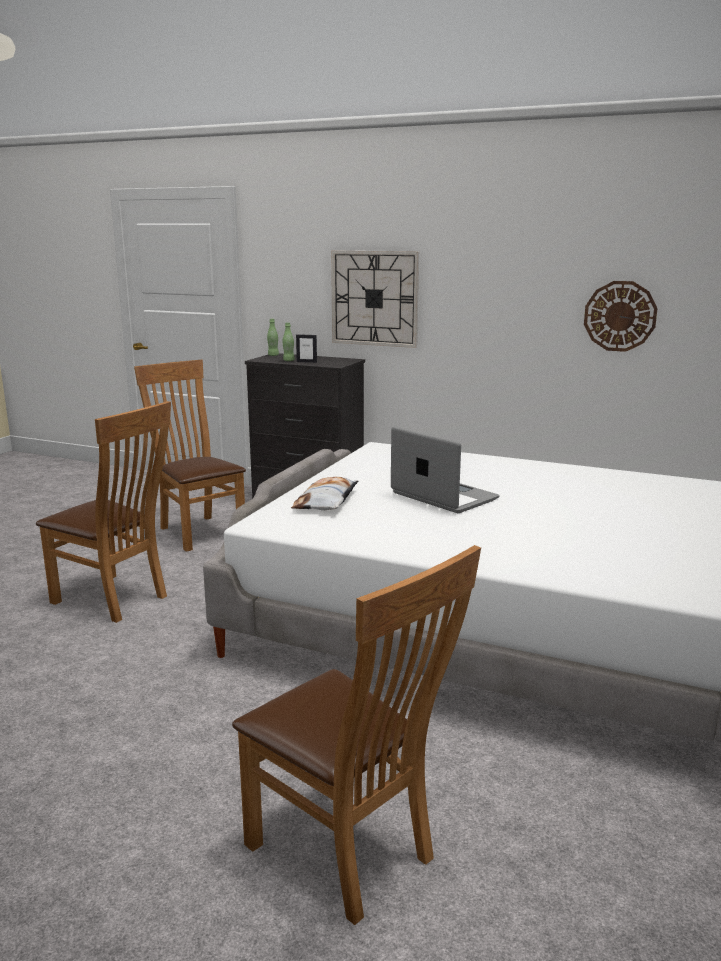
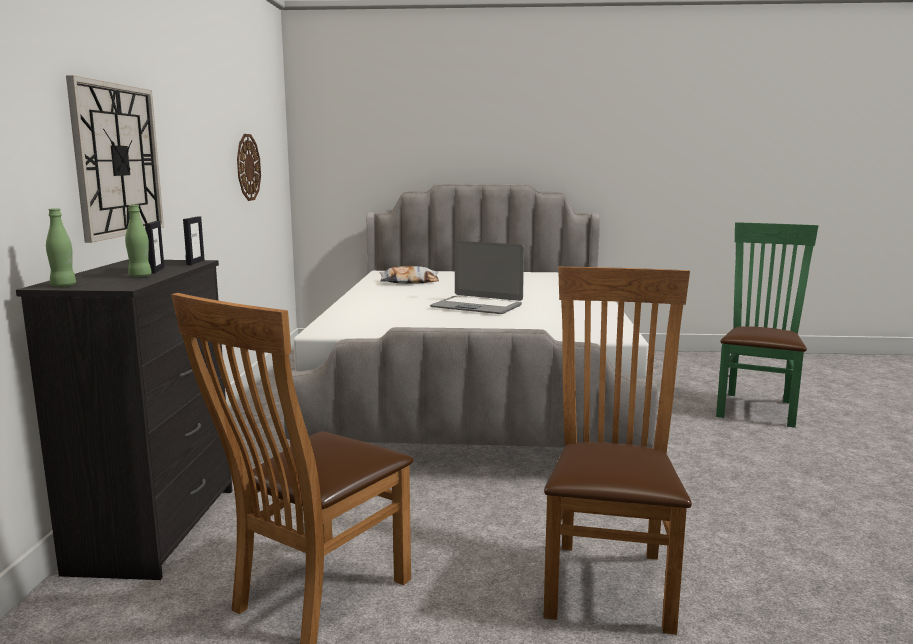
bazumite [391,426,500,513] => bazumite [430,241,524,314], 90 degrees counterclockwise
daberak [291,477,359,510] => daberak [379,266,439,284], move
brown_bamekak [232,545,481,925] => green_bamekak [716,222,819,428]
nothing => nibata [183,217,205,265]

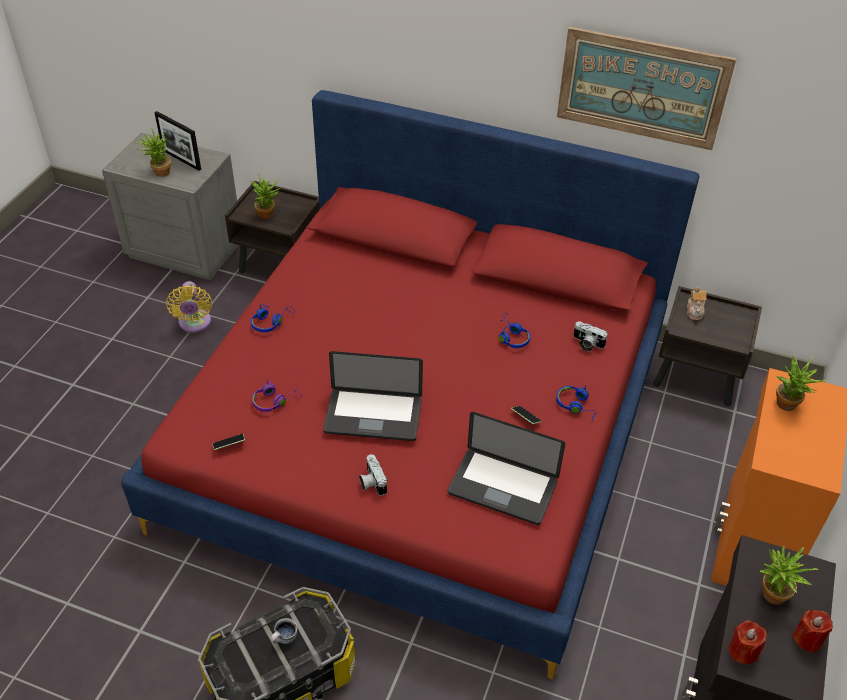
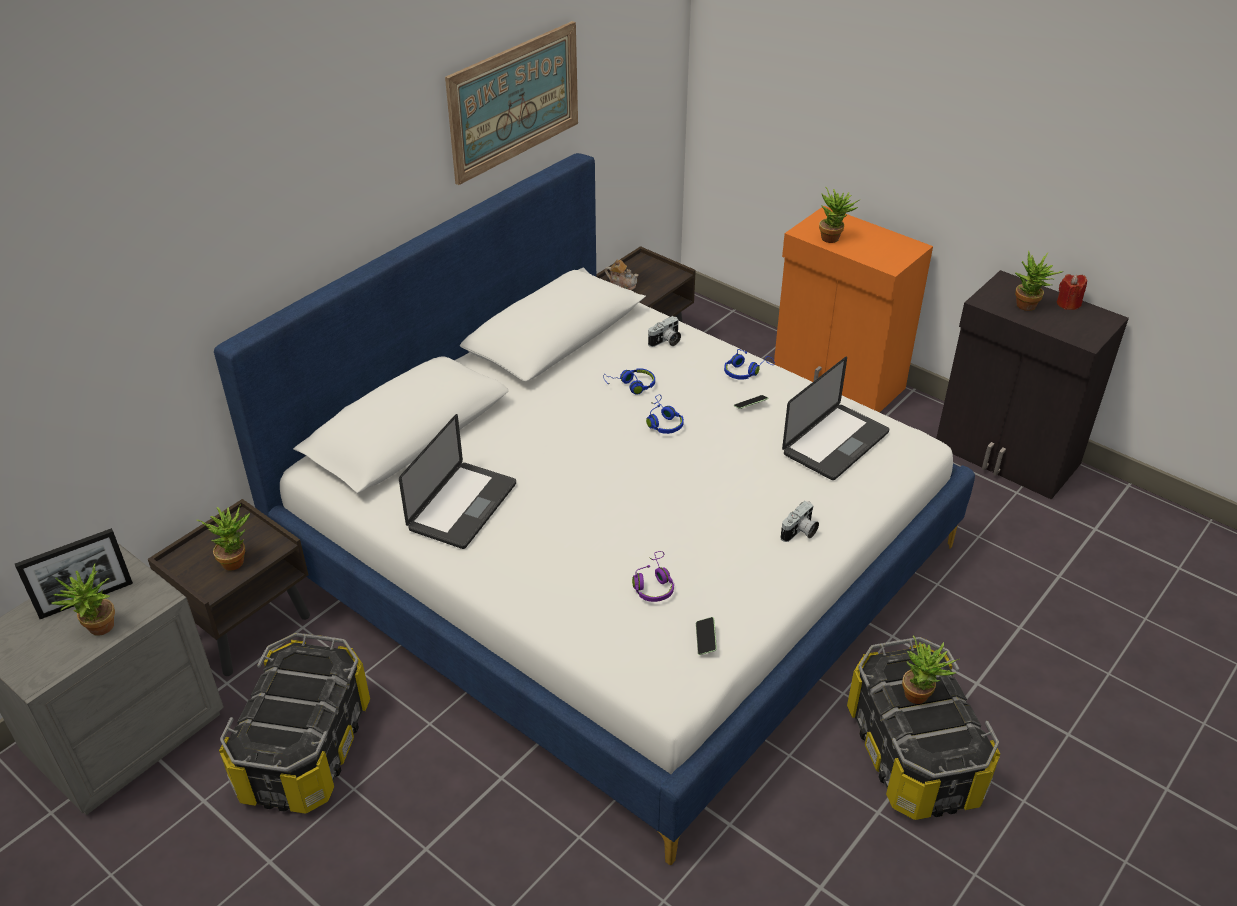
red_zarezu [121,90,700,680] => white_zarezu [214,153,975,865]
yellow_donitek [166,281,212,333] => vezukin [219,633,370,813]
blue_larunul [251,304,295,332] => blue_larunul [646,394,684,434], move
bazumite [323,351,423,441] => bazumite [399,414,516,549], move
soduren [359,454,387,496] => soduren [781,501,819,542], 45 degrees counterclockwise
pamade [270,618,297,644] => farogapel [902,636,959,704]
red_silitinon [729,620,767,665] => nothing

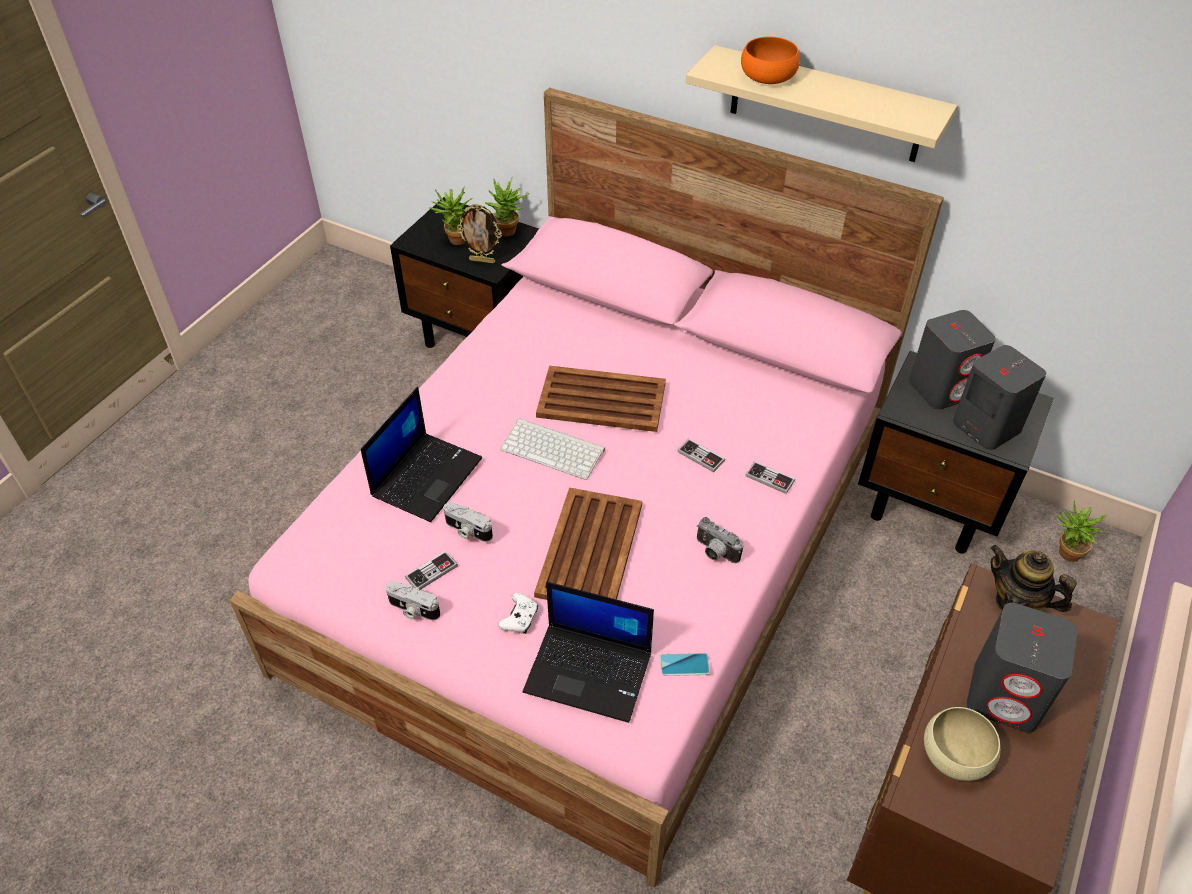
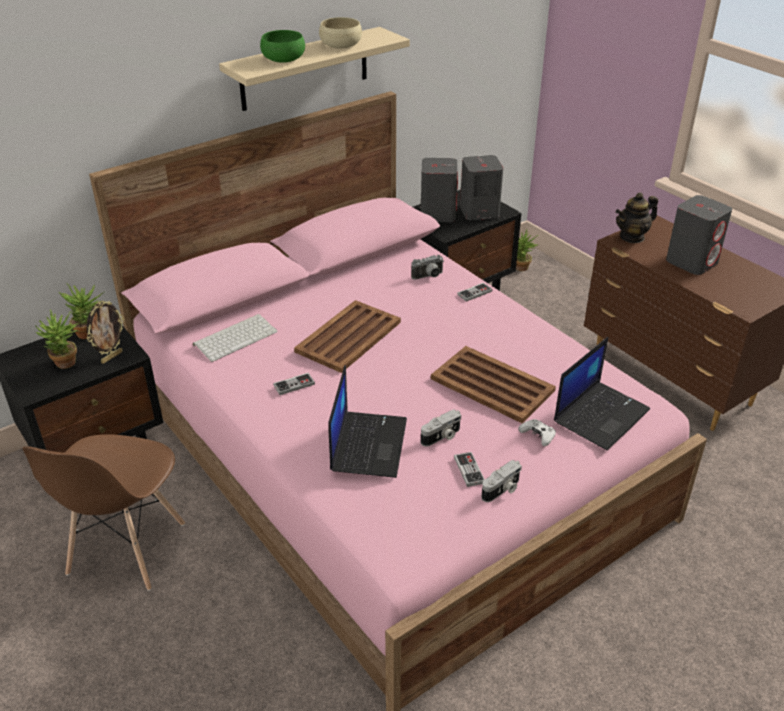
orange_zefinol [741,37,800,84] => green_zefinol [260,30,305,63]
bazumite [361,387,482,522] => bazumite [328,365,407,478], 45 degrees clockwise
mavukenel [500,418,605,480] => mavukenel [193,314,278,362], move
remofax [678,439,725,472] => remofax [273,373,315,395], move
soduren [697,517,744,563] => soduren [411,255,444,279], move
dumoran [659,653,710,676] => nothing
beige_zefinol [924,707,1001,781] => beige_zefinol [319,17,362,49], move
nothing => brown_bamekak [22,434,185,591]

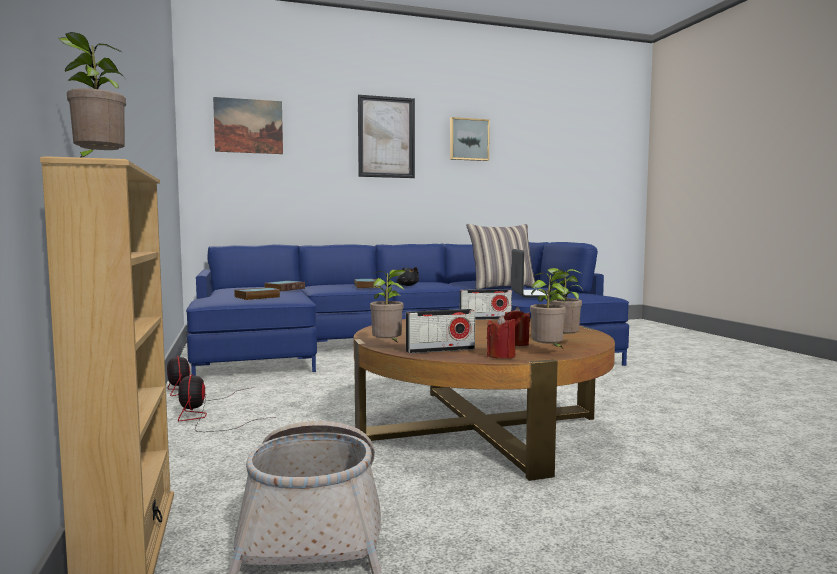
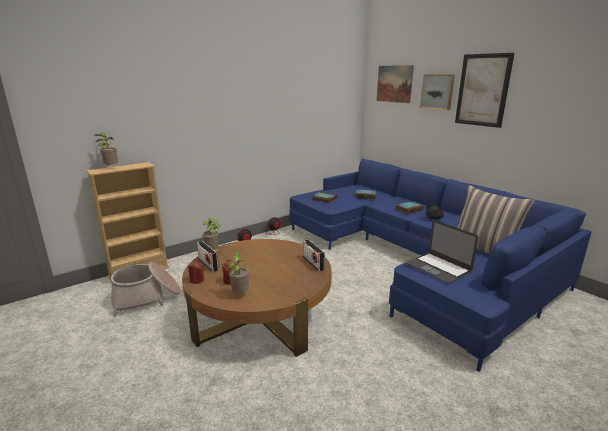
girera [450,117,490,161] => girera [420,74,455,110], move
bazumite [511,249,568,298] => bazumite [406,220,478,283], 75 degrees clockwise
farogapel [530,272,570,350] => nothing

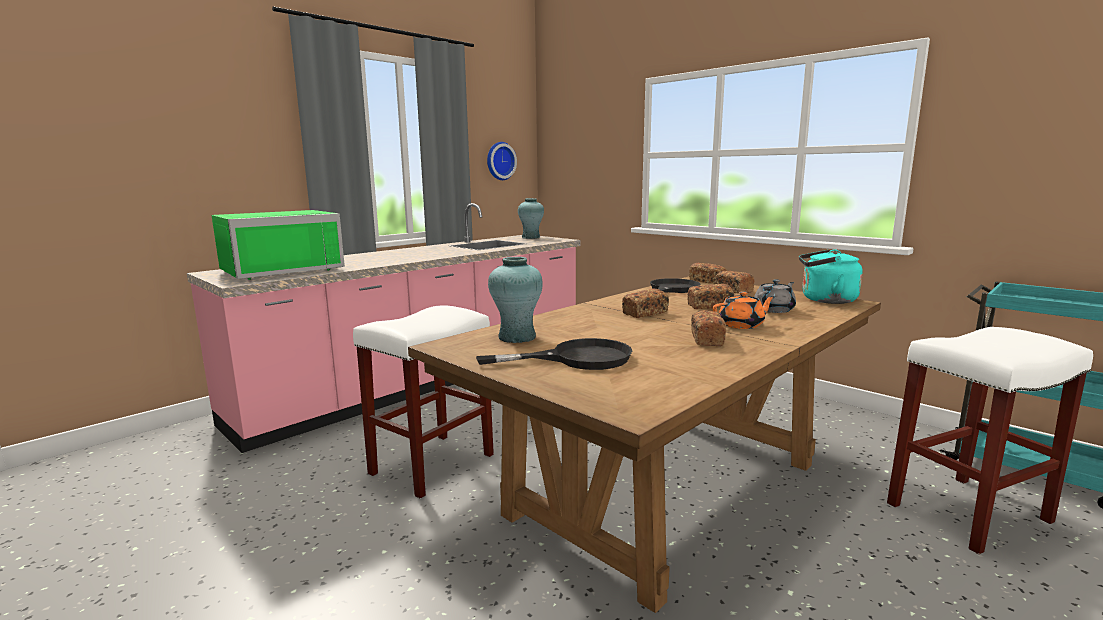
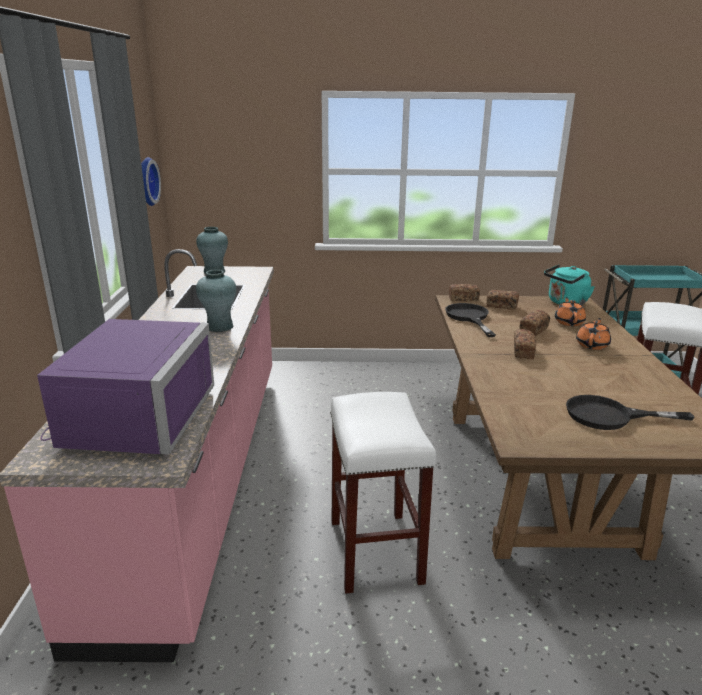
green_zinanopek [212,210,345,280] => purple_zinanopek [37,319,214,455]
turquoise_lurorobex [488,257,543,343] => turquoise_lurorobex [196,269,236,332], move
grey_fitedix [754,279,796,313] => orange_fitedix [555,297,586,326]
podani [691,310,726,346] => nothing
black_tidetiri [476,338,633,370] => black_tidetiri [566,395,695,430], 120 degrees counterclockwise

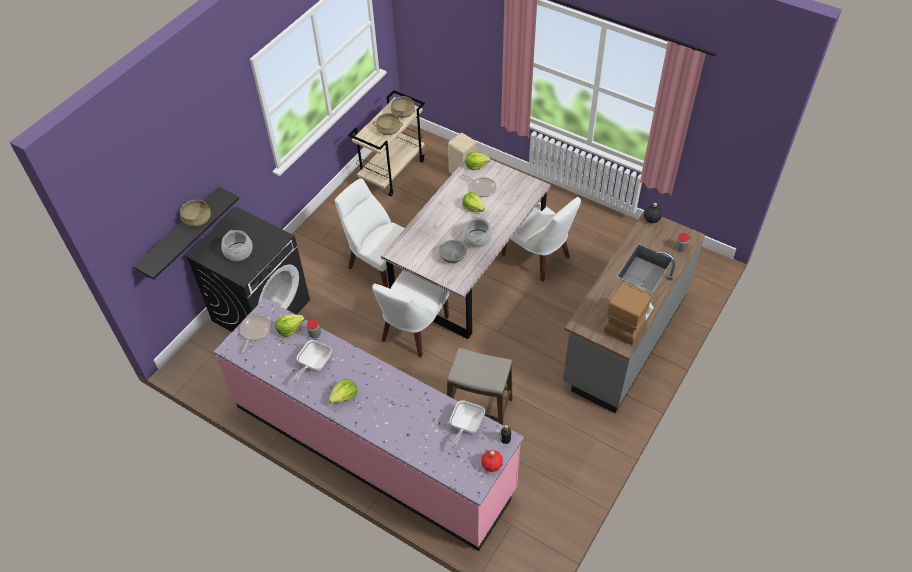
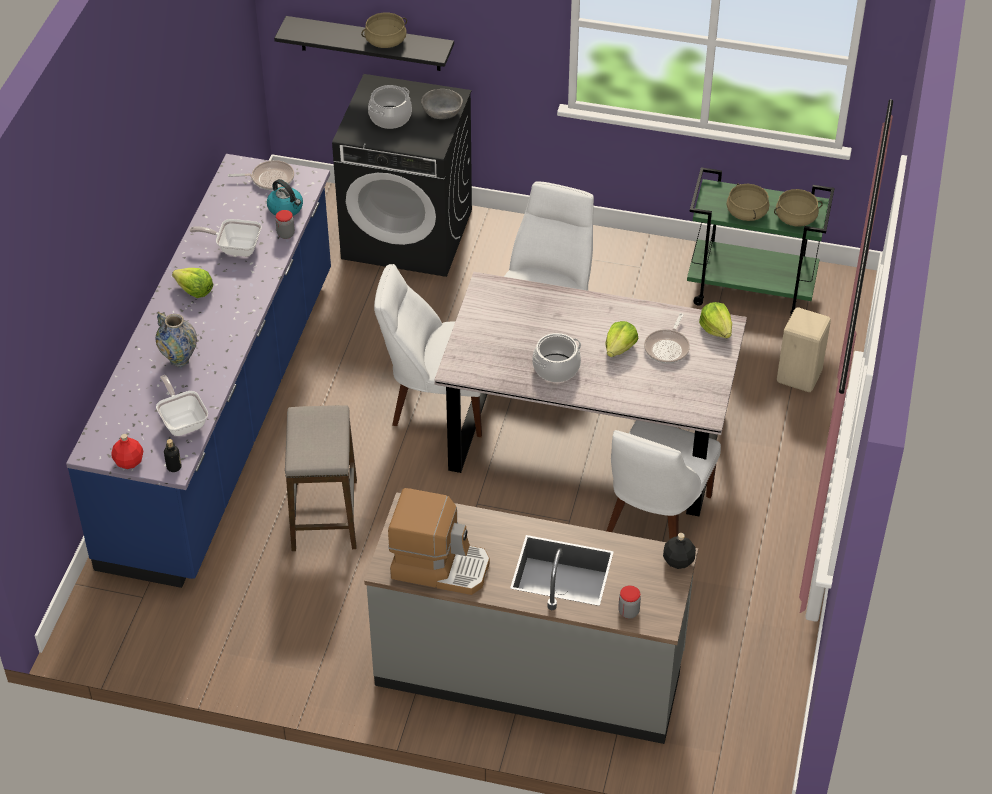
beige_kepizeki [348,90,425,196] => green_kepizeki [687,167,835,317]
grey_zefinol [439,240,467,263] => grey_zefinol [421,89,463,119], move
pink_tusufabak [214,298,524,551] => blue_tusufabak [66,154,331,588]
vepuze [275,314,304,337] => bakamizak [267,179,303,216]
tidetiri [450,400,485,449] => tidetiri [156,375,208,436], 60 degrees clockwise
nothing => lurorobex [156,312,197,367]

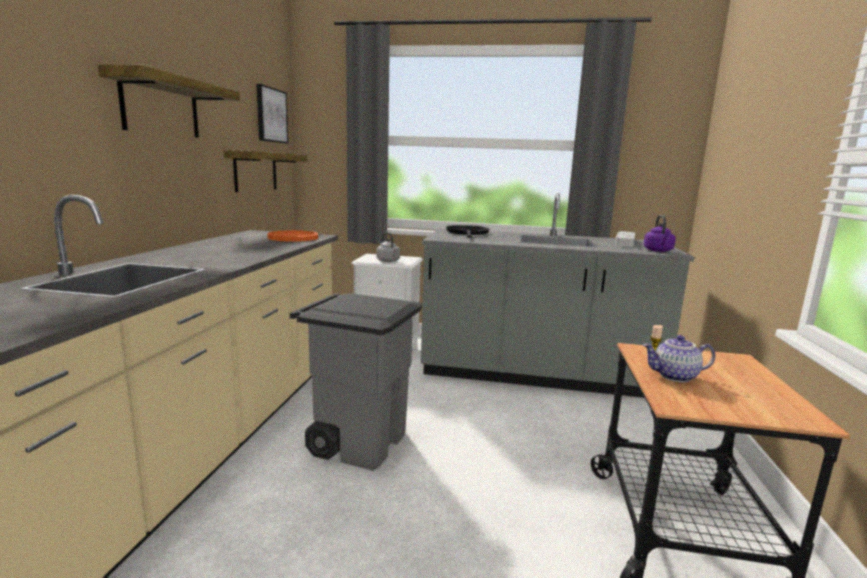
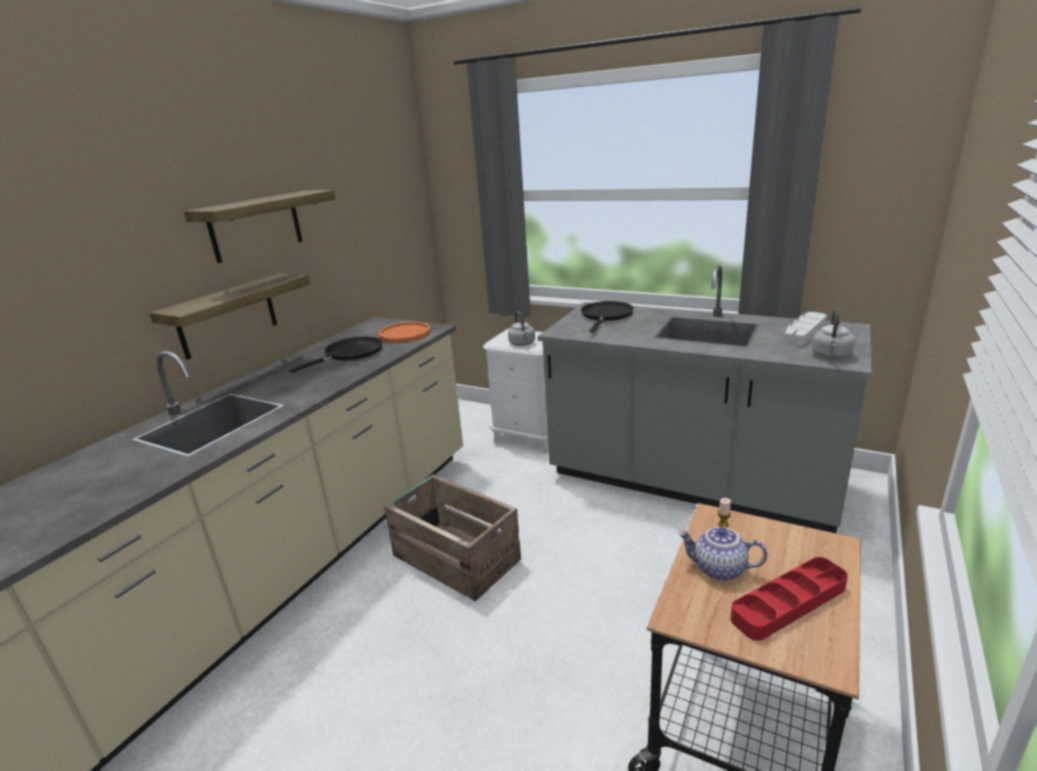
girera [256,84,288,143] => nothing
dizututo [224,150,307,192] => dizututo [149,273,310,360], move
purple_bakamizak [644,215,676,252] => grey_bakamizak [812,309,856,359]
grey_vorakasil [290,293,422,471] => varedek [384,474,521,601]
nothing => black_tidetiri [289,336,383,373]
nothing => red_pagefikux [731,557,848,641]

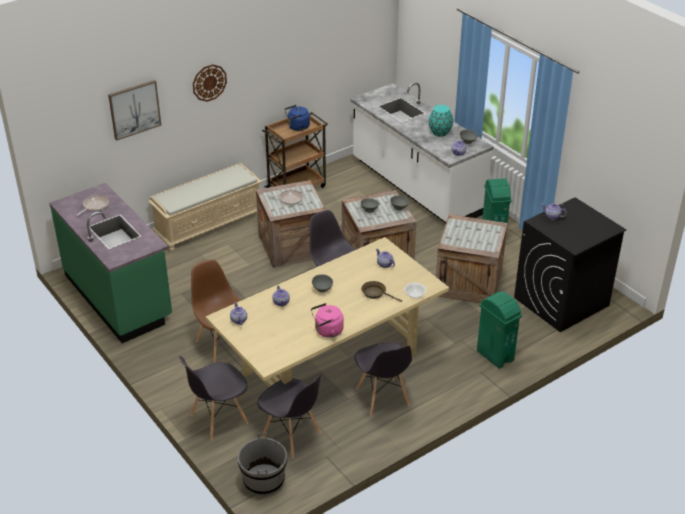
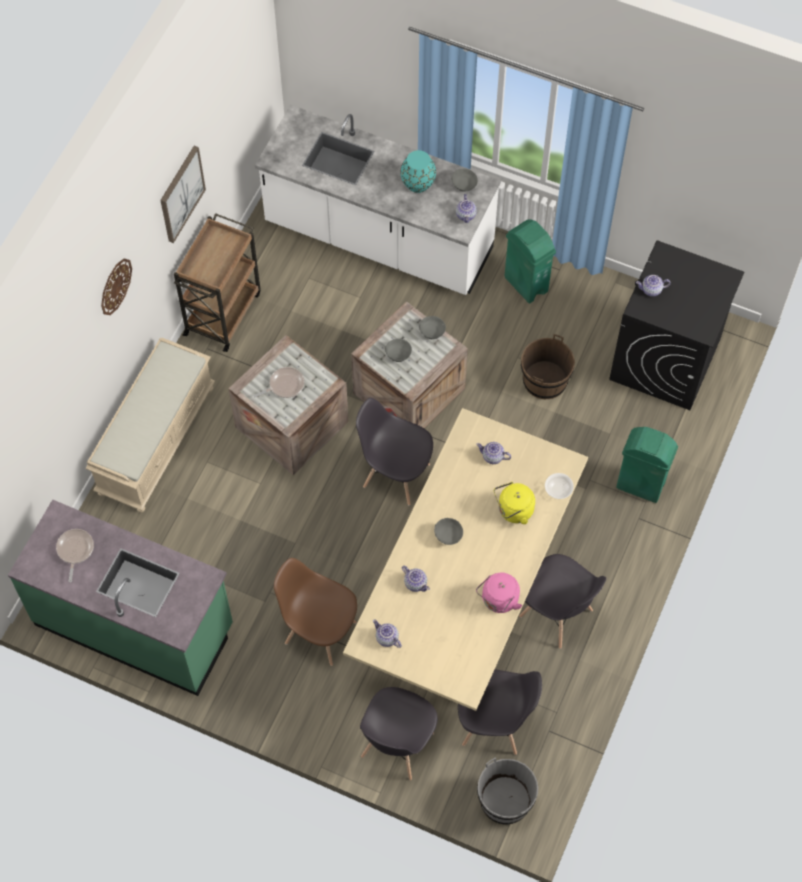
girera [108,80,161,141] => girera [160,146,206,243], move
blue_bakamizak [284,105,310,131] => nothing
varedek [436,214,508,303] => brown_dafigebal [521,334,575,399]
brown_tidetiri [361,281,402,302] => yellow_bakamizak [494,482,535,524]

